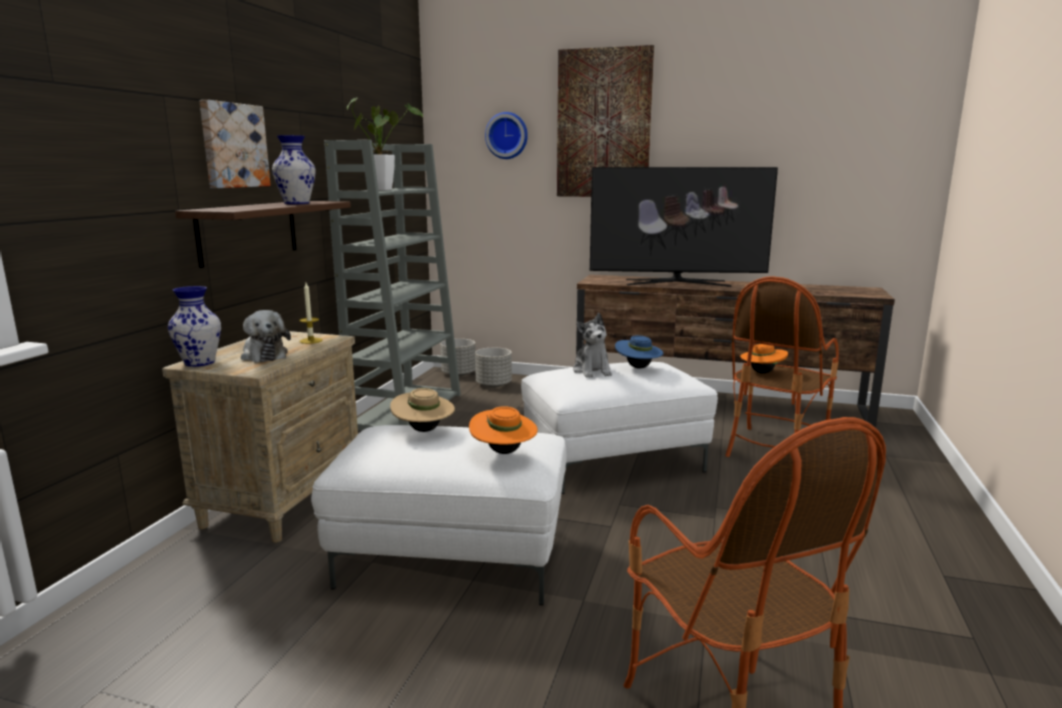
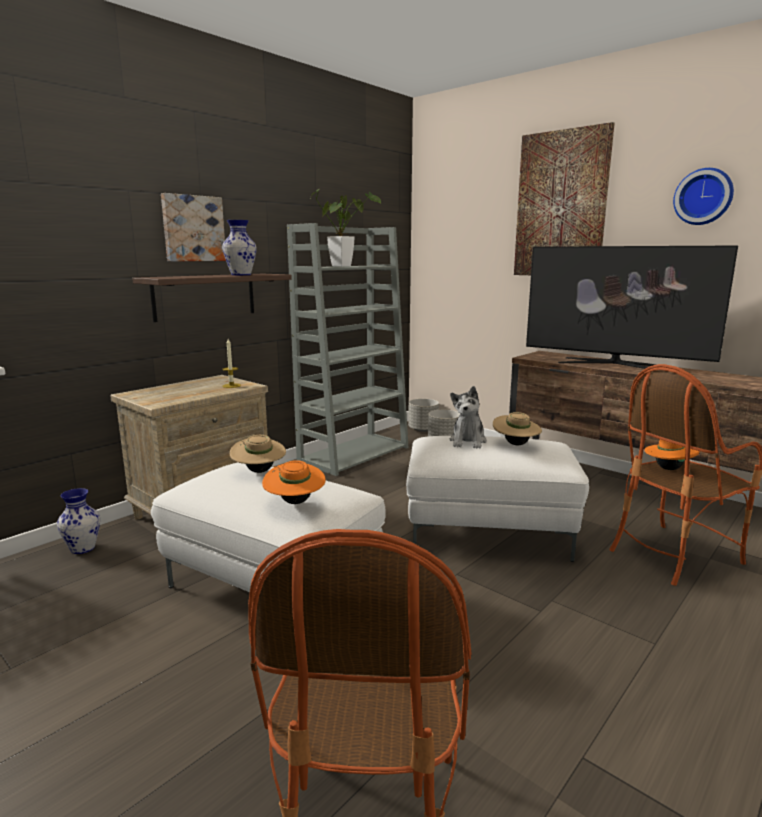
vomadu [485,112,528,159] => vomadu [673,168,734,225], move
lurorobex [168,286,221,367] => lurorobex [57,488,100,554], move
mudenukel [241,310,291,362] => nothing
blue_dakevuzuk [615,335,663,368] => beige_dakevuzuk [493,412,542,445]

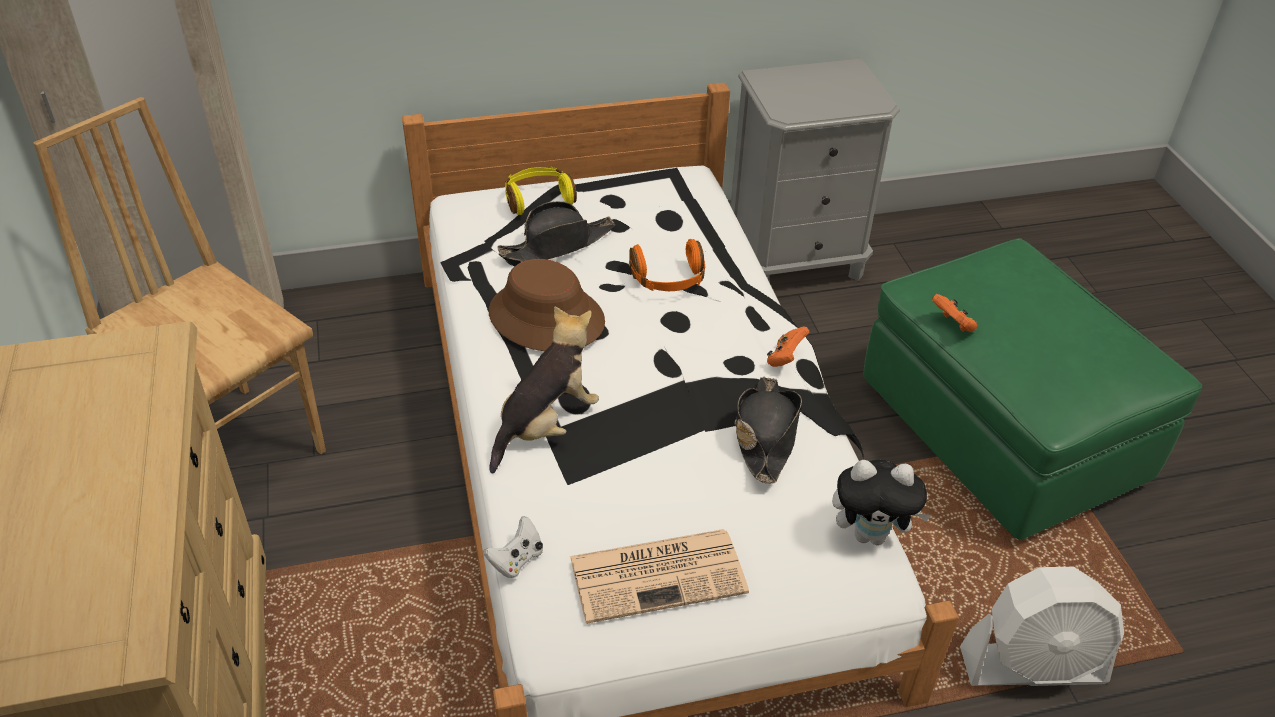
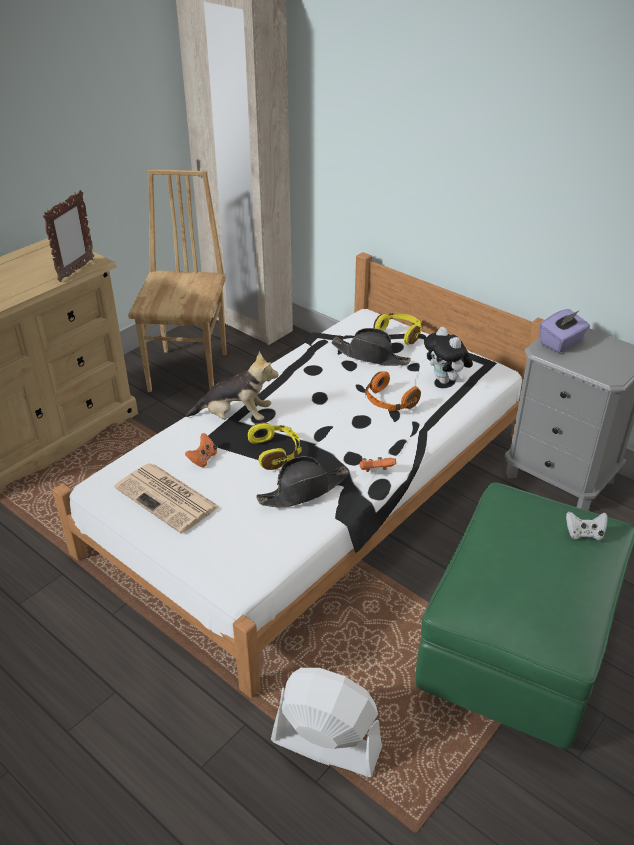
brown_dakevuzuk [489,259,605,351] => nothing
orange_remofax [932,294,977,332] => orange_remofax [185,433,217,467], move
mudenukel [832,460,932,545] => mudenukel [424,327,473,384], move
white_remofax [483,516,543,579] => white_remofax [566,511,608,540], move
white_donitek [960,567,1124,686] => white_donitek [271,668,382,777], 150 degrees clockwise
nothing => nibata [43,190,94,282]
nothing => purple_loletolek [540,309,590,353]
nothing => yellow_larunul [248,422,302,470]

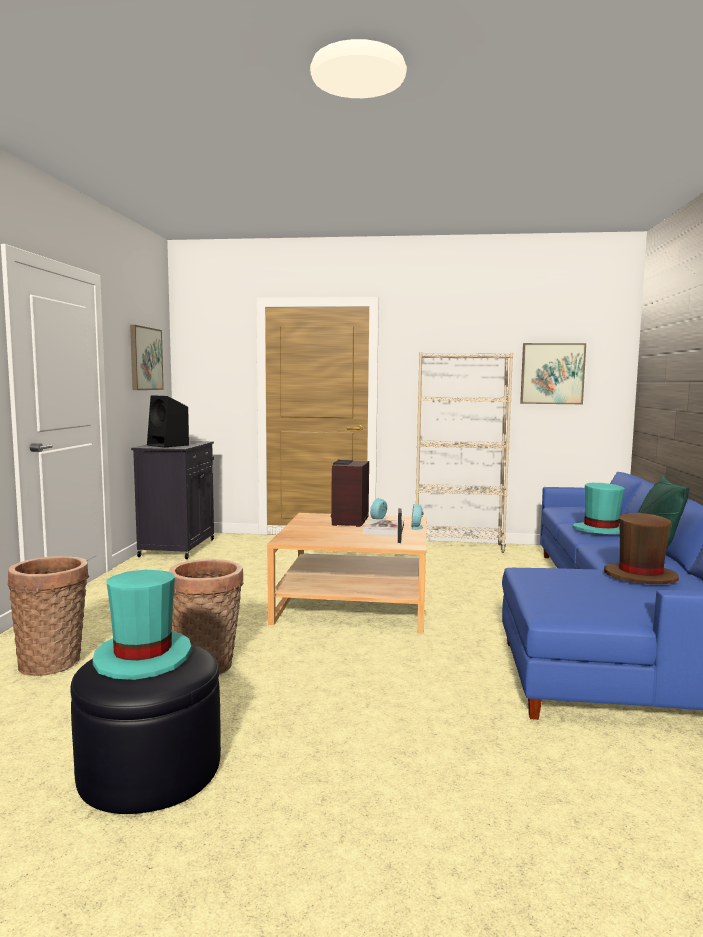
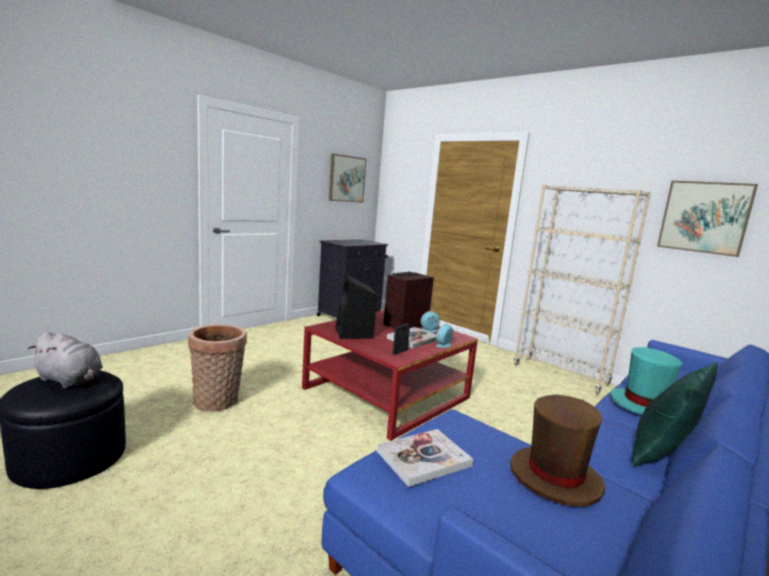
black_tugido [147,395,189,448] => black_tugido [335,275,377,339], move
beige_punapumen [267,513,427,634] => red_punapumen [302,310,478,441]
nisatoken [7,556,89,676] => nothing
turquoise_dakevuzuk [93,570,192,680] => grey_mudenukel [28,332,103,388]
nothing => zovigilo [377,429,474,487]

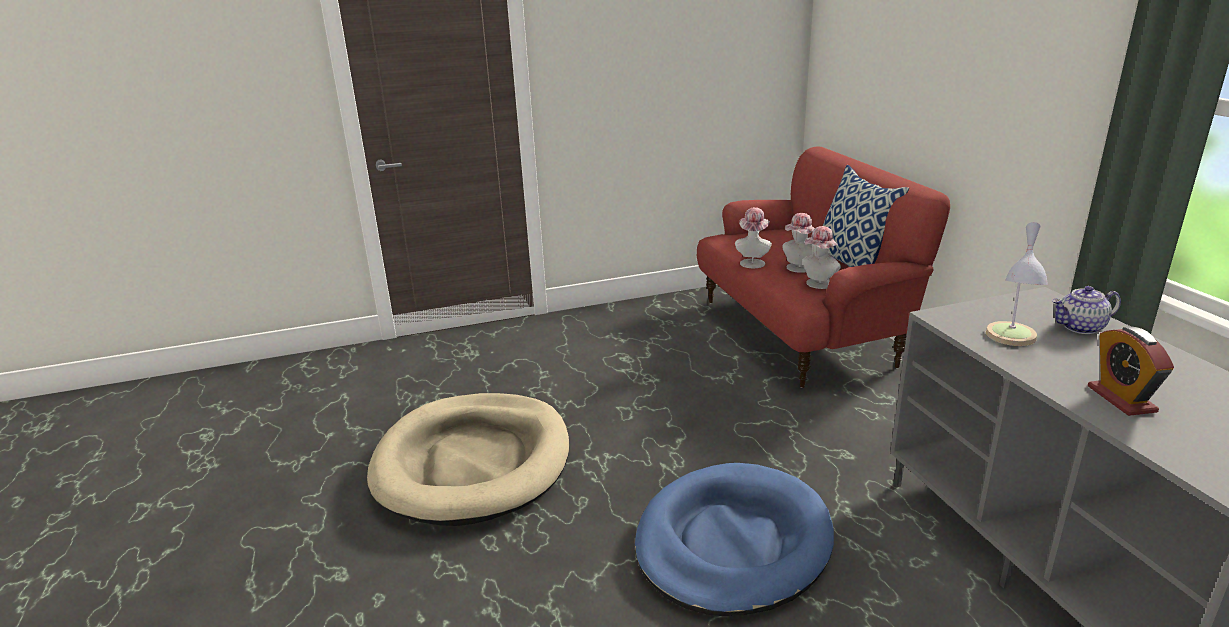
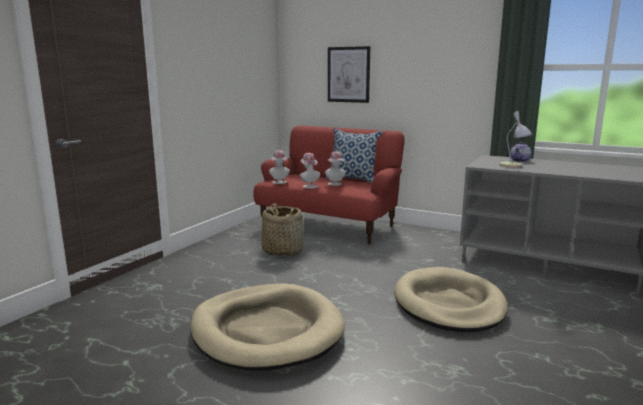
dakevuzuk [803,226,841,289] => dakevuzuk [269,150,290,184], move
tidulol [1088,326,1174,416] => nothing
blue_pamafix [635,463,834,616] => beige_pamafix [394,267,508,332]
nothing => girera [328,46,370,103]
nothing => nisatoken [262,203,304,256]

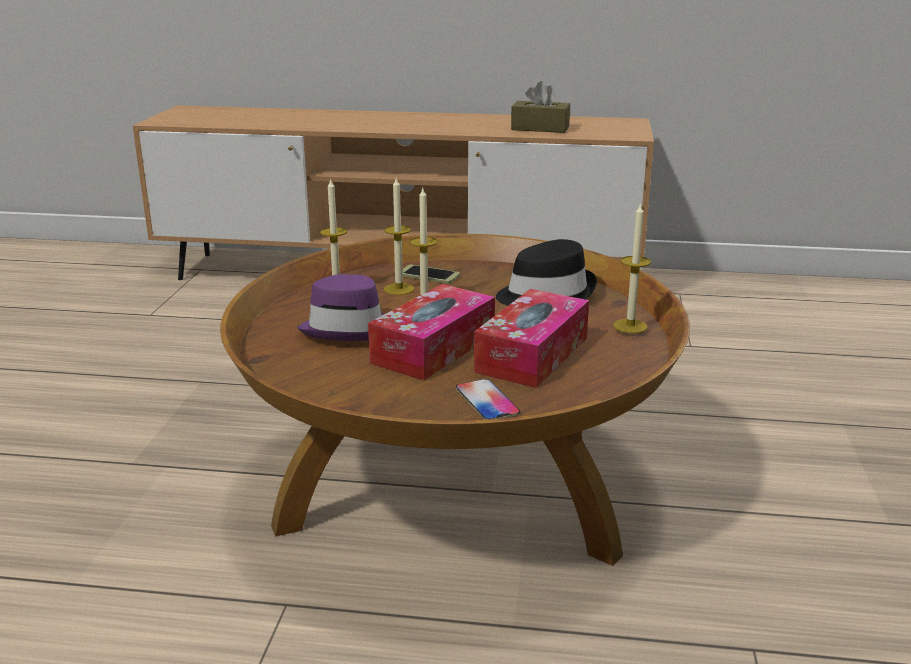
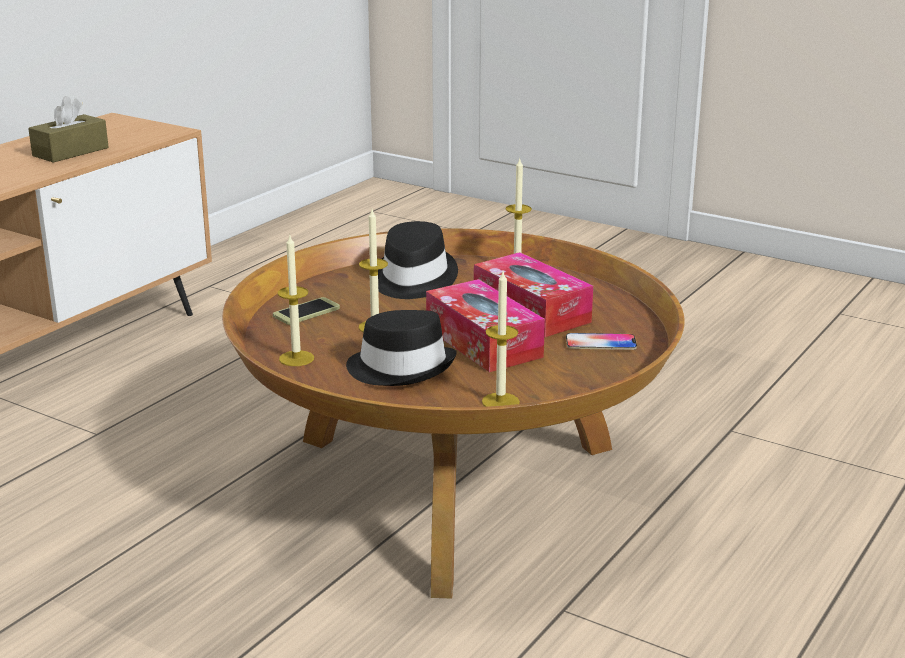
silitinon [384,178,415,295] => silitinon [482,272,520,407], move
purple_dakevuzuk [297,274,384,341] => black_dakevuzuk [346,310,457,386]

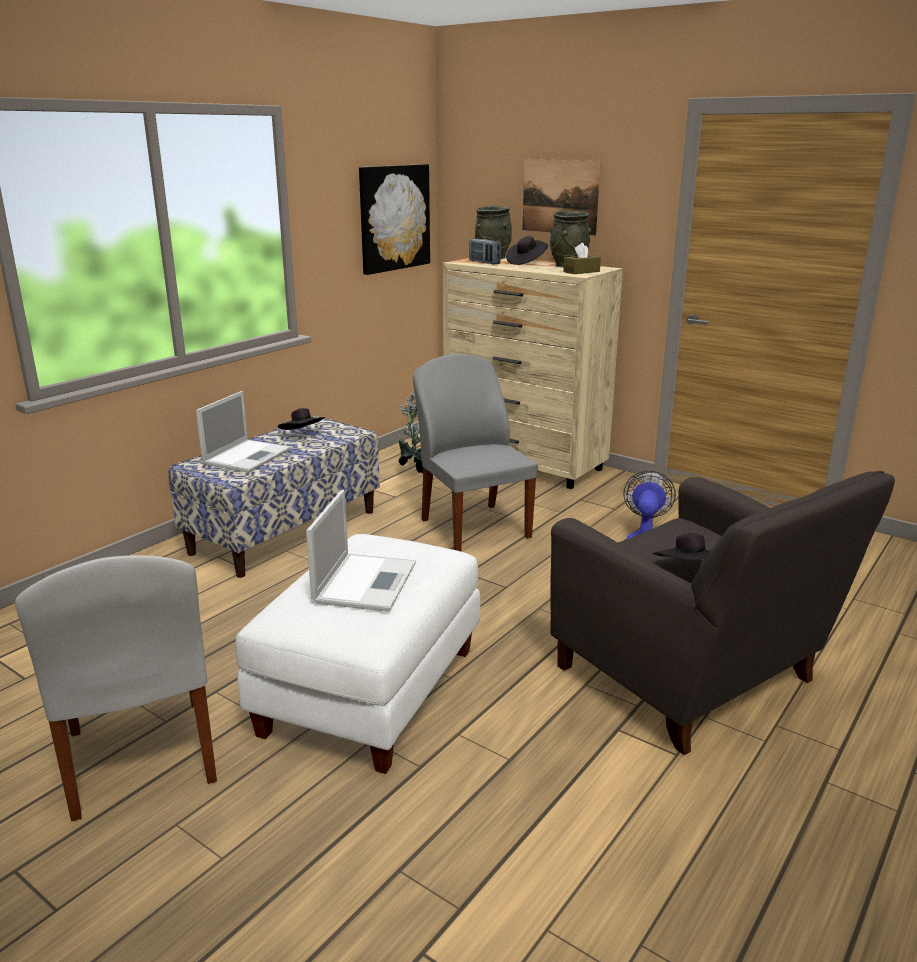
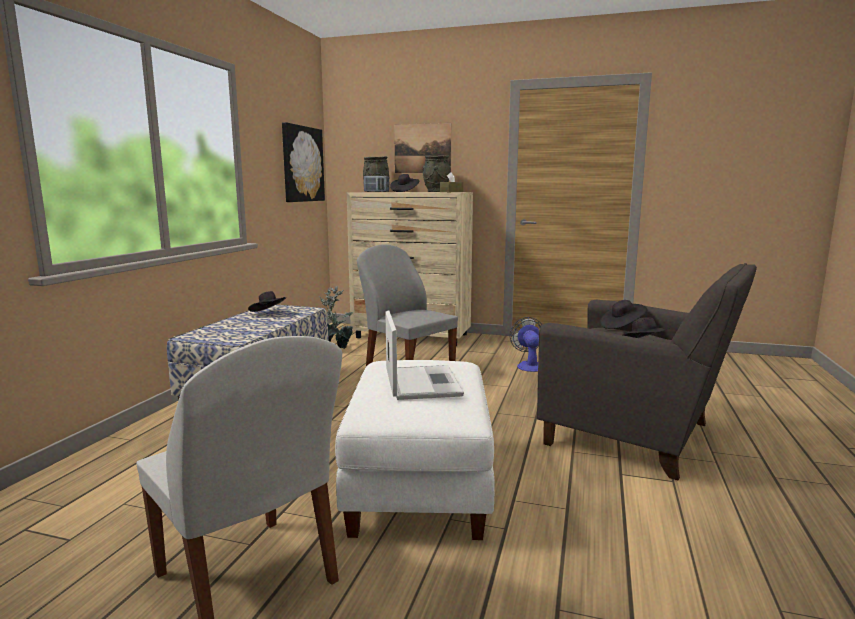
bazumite [196,391,291,472] => nothing
nothing => black_dakevuzuk [600,300,648,329]

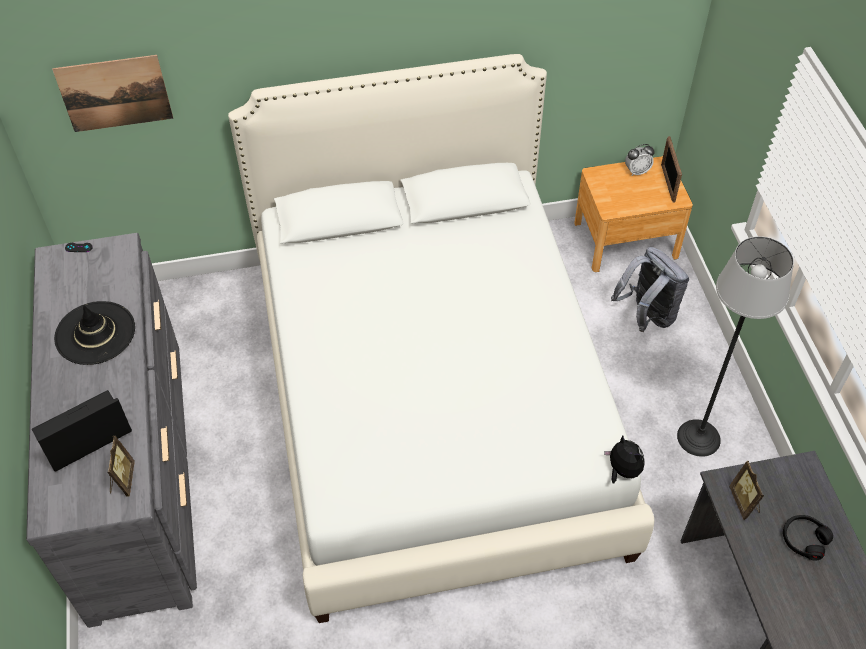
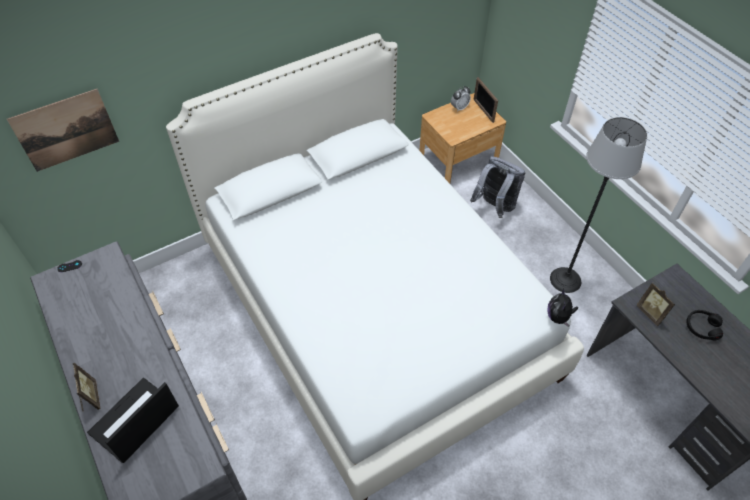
black_dakevuzuk [54,301,135,365] => nothing
mudenukel [604,435,645,484] => mudenukel [547,289,578,327], 120 degrees counterclockwise
nibata [107,436,135,497] => nibata [73,363,101,411], move

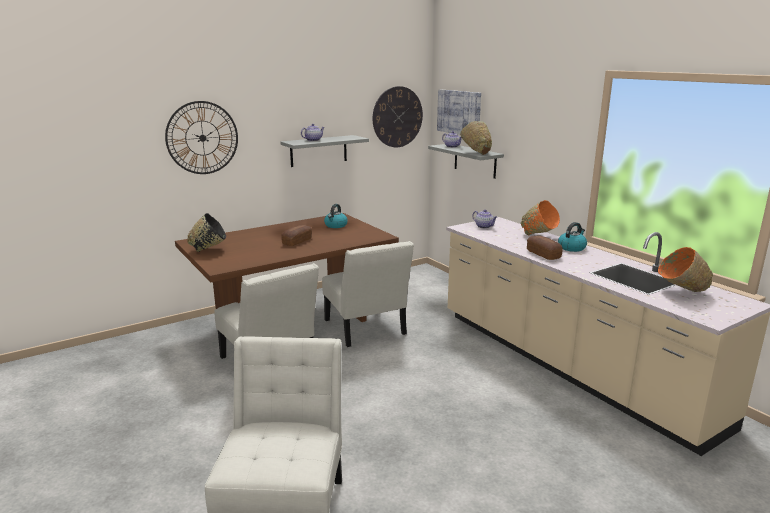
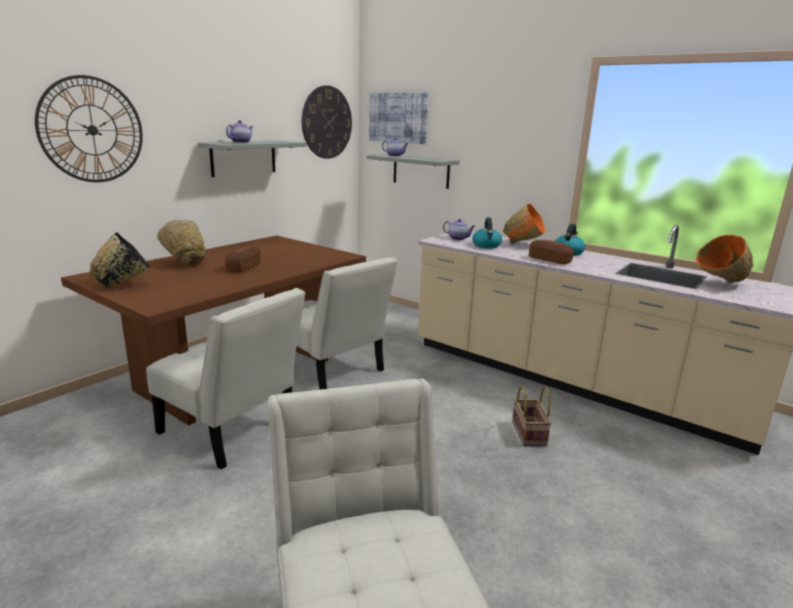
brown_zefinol [460,121,492,155] => brown_zefinol [157,219,205,267], move
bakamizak [324,204,348,228] => bakamizak [472,218,502,248], move
nothing => nisatoken [512,386,552,446]

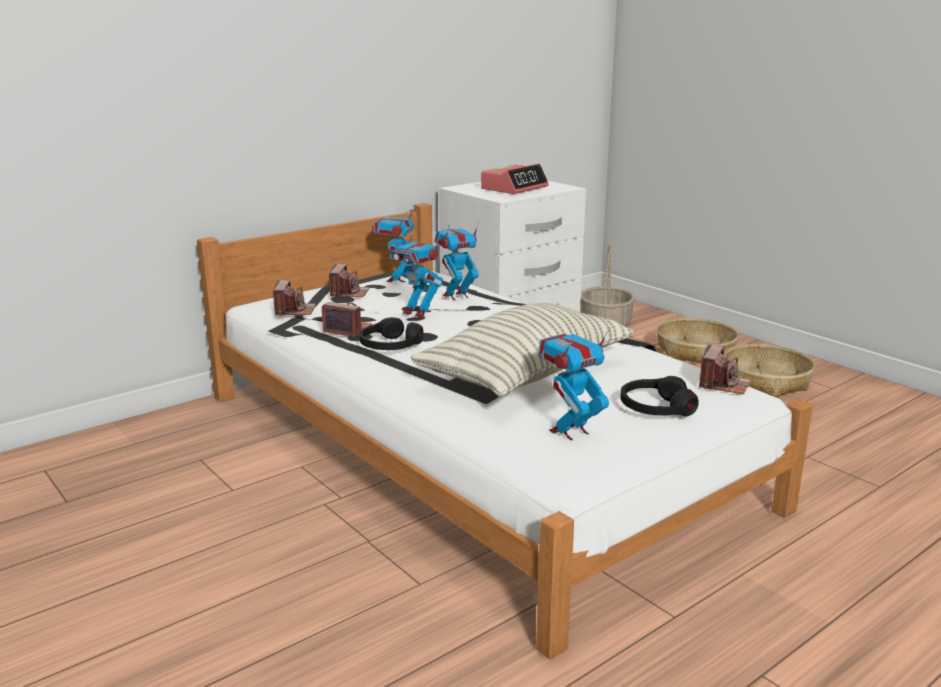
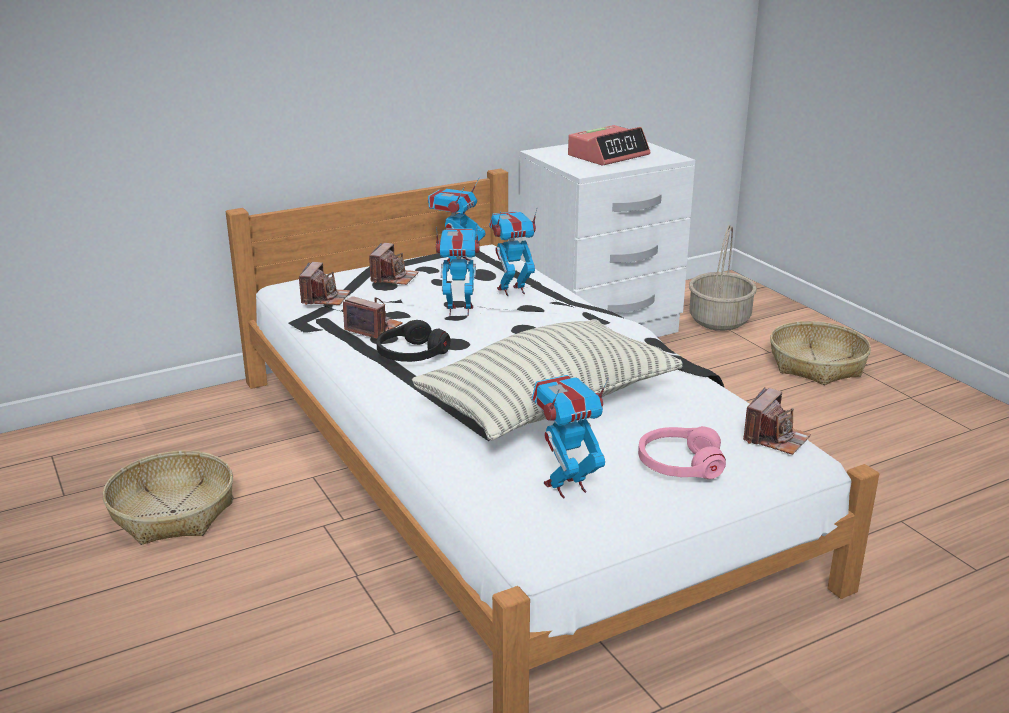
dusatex [391,226,443,317] => dusatex [436,226,479,316], 135 degrees clockwise
nisatoken [724,344,815,398] => nisatoken [103,451,233,545], move
black_larunul [620,376,699,416] => pink_larunul [638,426,726,479]

